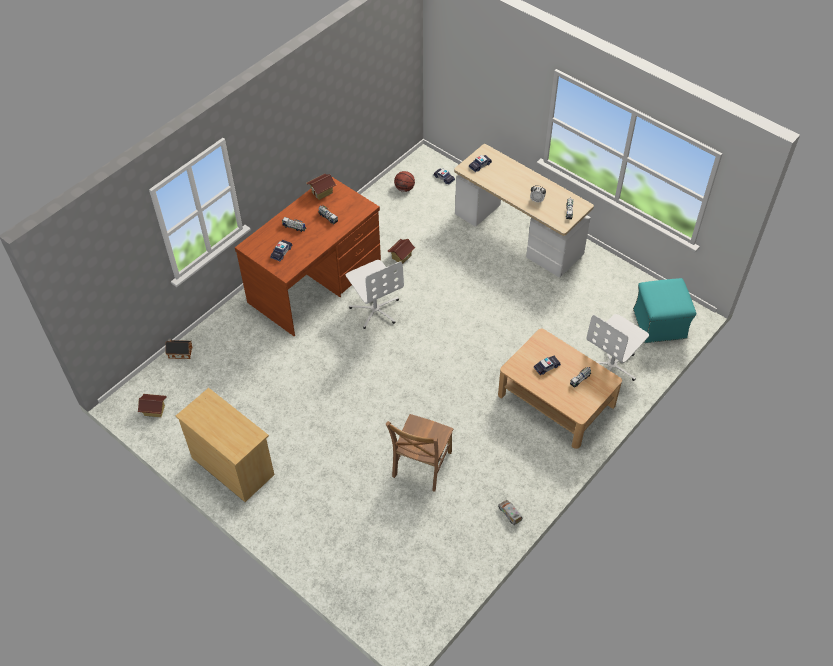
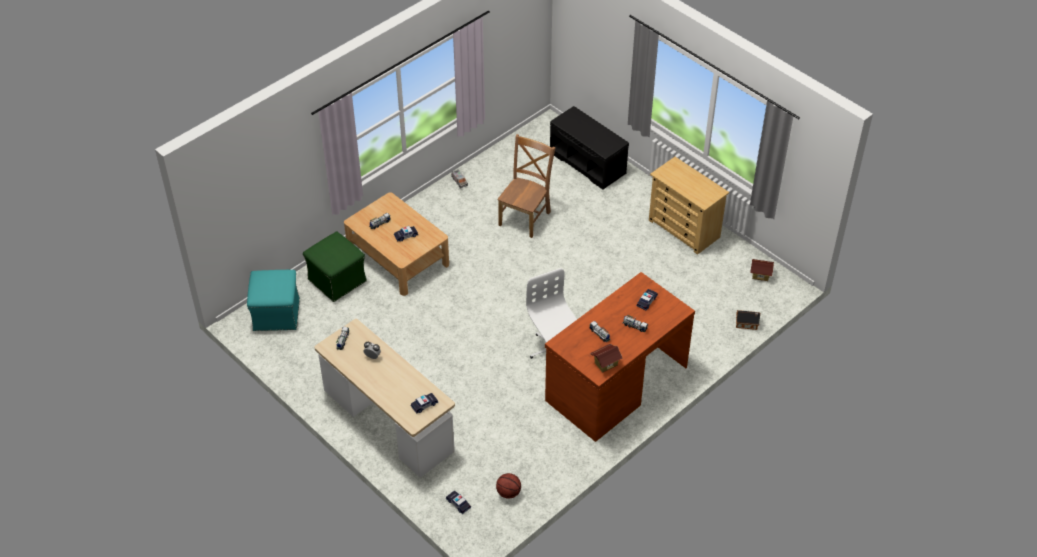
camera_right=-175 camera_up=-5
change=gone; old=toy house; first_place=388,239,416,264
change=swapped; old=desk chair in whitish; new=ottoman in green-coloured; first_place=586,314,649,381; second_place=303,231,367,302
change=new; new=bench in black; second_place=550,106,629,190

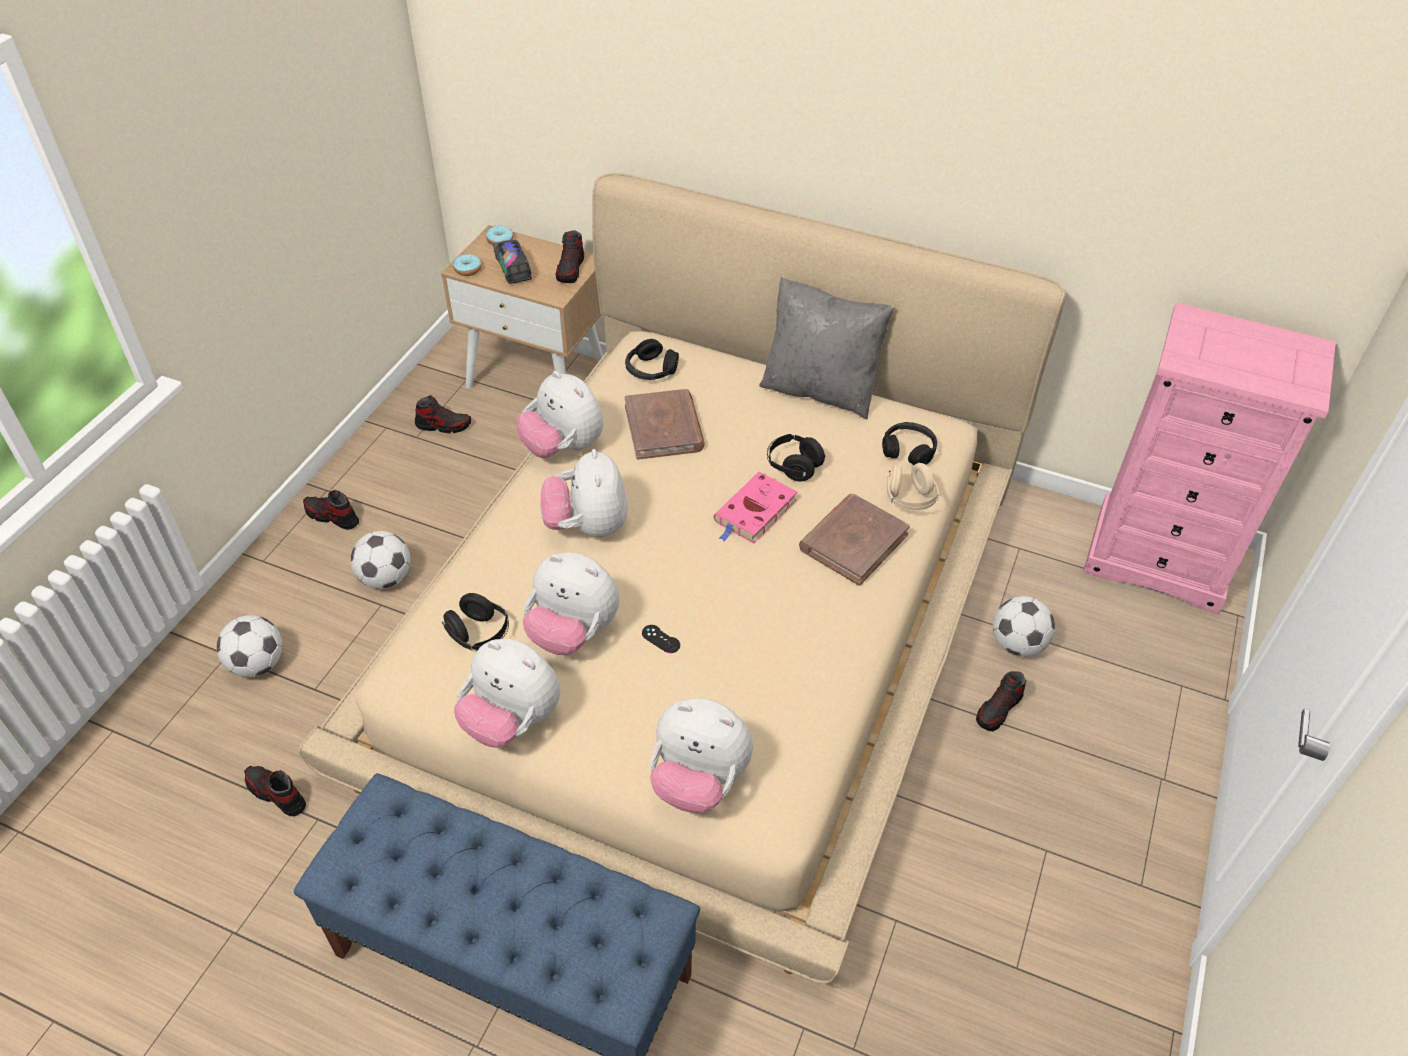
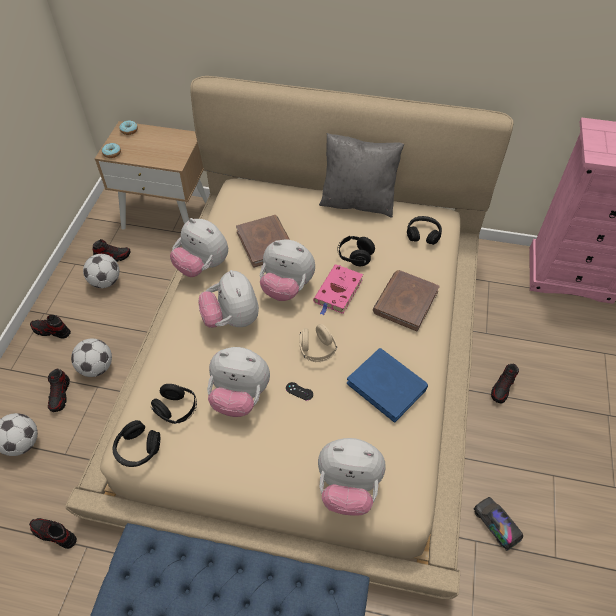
camera_right=-10 camera_up=5
change=shifted; old=soft toy; first_place=454,639,560,748; second_place=260,240,315,301
change=shifted; old=toy lorry; first_place=493,240,532,284; second_place=474,497,523,551
change=shifted; old=low shoe; first_place=556,230,584,283; second_place=48,369,70,412
change=shifted; old=headphones in black; first_place=625,339,679,380; second_place=113,420,160,467
change=shifted; old=headphones in beige-coloured; first_place=887,463,939,511; second_place=300,324,337,362
change=shifted; old=ball for football; first_place=993,596,1055,656; second_place=83,254,119,288
change=new; new=bound book in blue; second_place=347,348,428,423

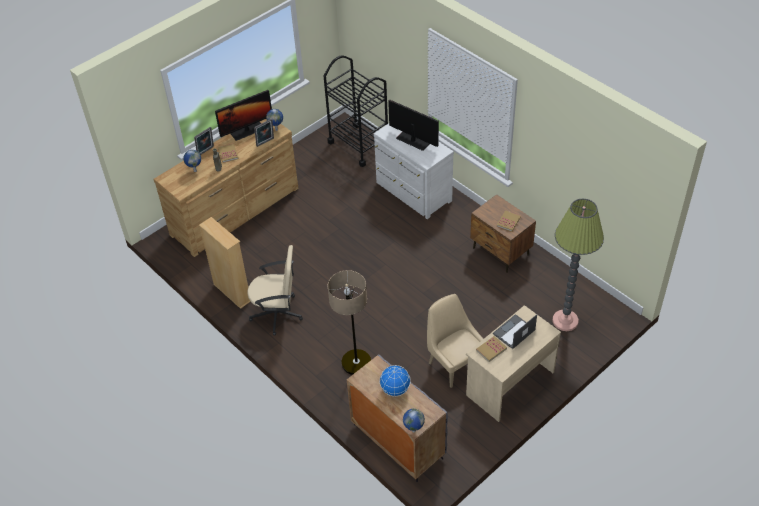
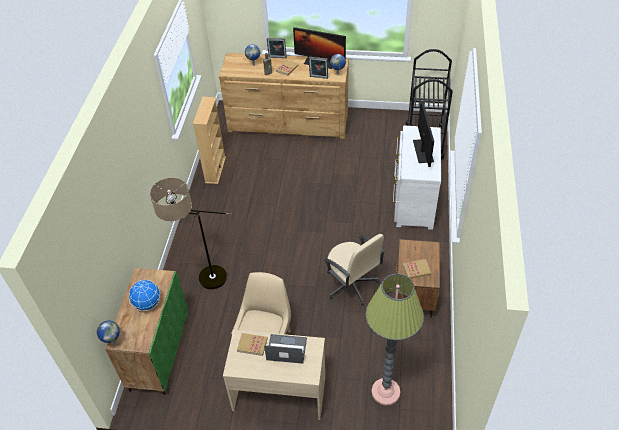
camera_right=50 camera_up=0
change=shifted; old=desk chair in beige-coloured; first_place=247,245,303,335; second_place=324,234,385,305
change=repainted; old=storage cabinet in greyish; new=storage cabinet in green-coloured; first_place=347,354,448,482; second_place=105,268,188,395

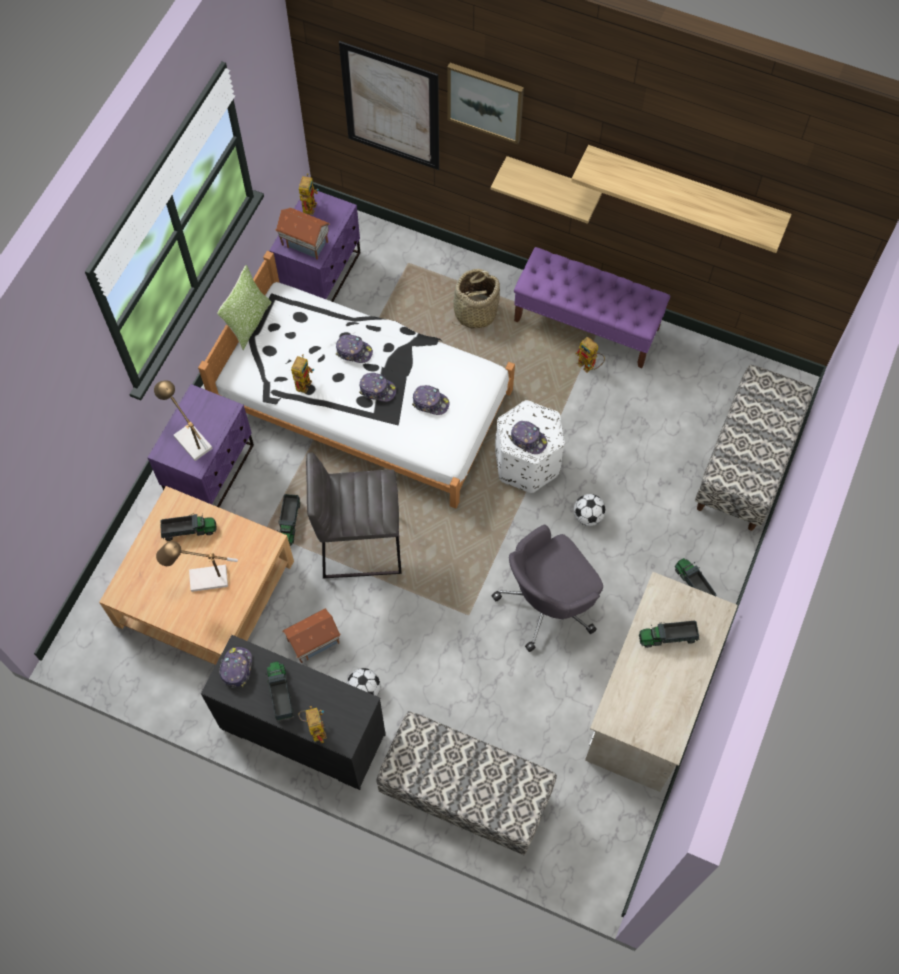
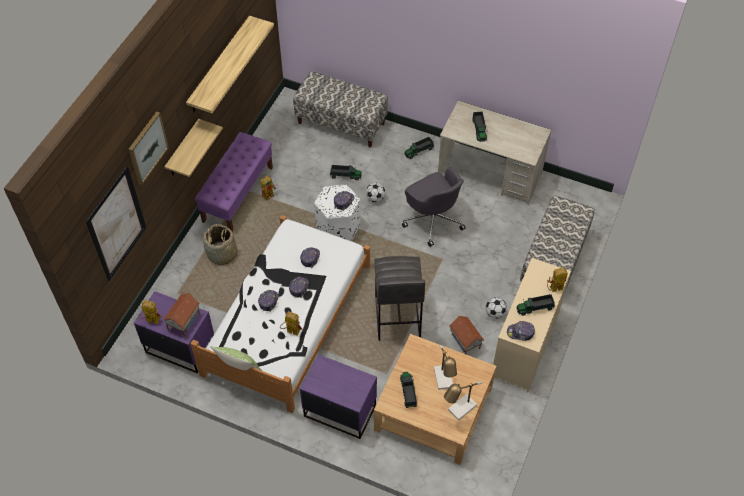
camera_right=-90 camera_up=-10
change=shifted; old=lamp for a table; first_place=154,380,213,461; second_place=444,382,482,421
change=repainted; old=drawer chest in black; new=drawer chest in beige-coloured; first_place=201,635,386,790; second_place=493,258,571,392
change=shifted; old=toy lorry; first_place=277,494,300,546; second_place=330,165,361,180

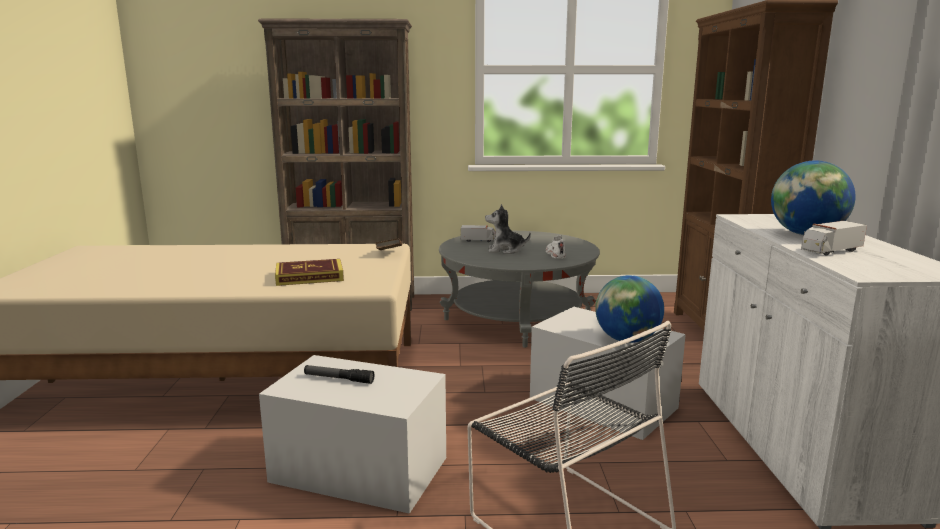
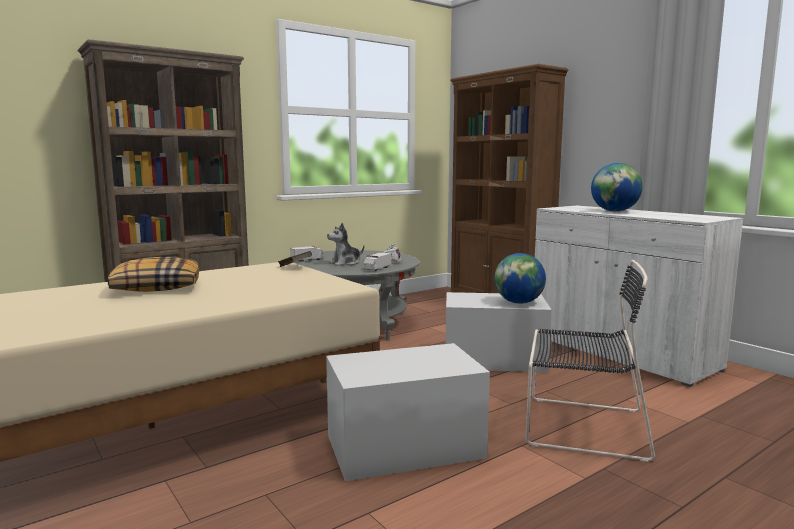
camera_right=-35 camera_up=-5
change=gone; old=bound book; first_place=275,259,344,286
change=gone; old=flashlight; first_place=304,365,374,384
change=shifted; old=toy lorry; first_place=801,221,867,256; second_place=363,252,391,271
change=new; new=throw pillow; second_place=108,257,199,292

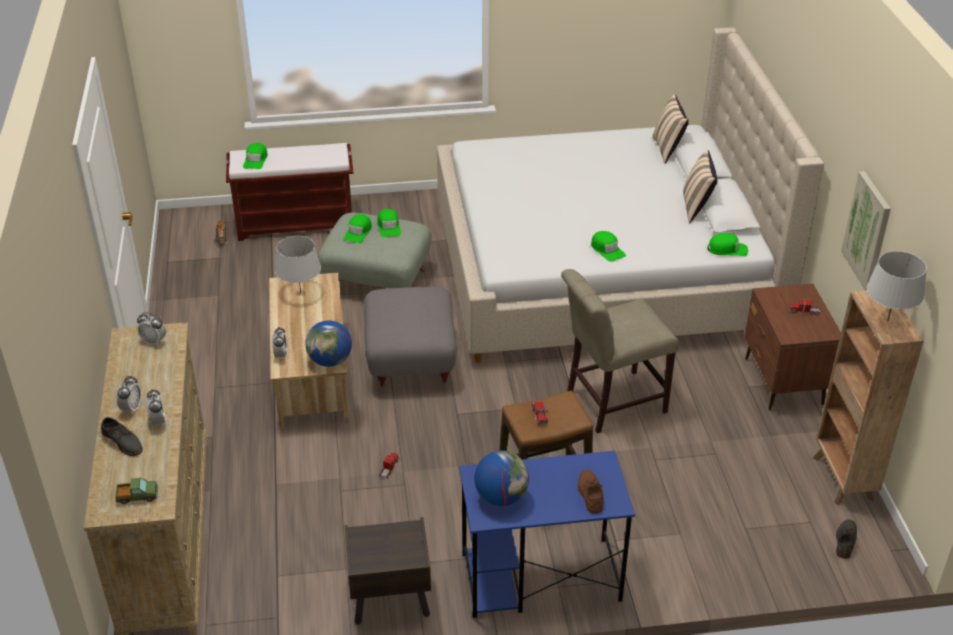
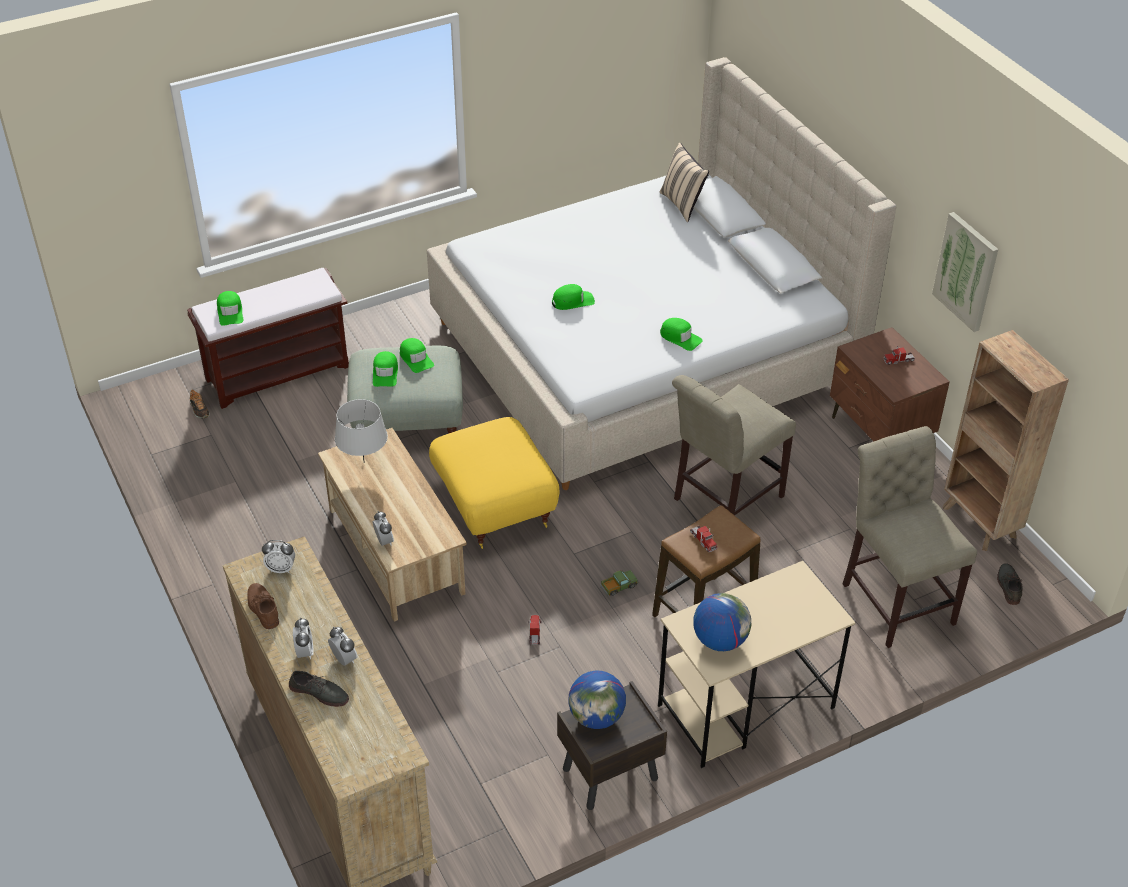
camera_right=-20 camera_up=5
change=shifted; old=toy lorry; first_place=115,478,158,504; second_place=600,570,638,596
change=shifted; old=desk globe; first_place=306,320,352,367; second_place=568,670,626,729
change=repainted; old=ottoman in greyish; new=ottoman in yellow-coloured; first_place=364,287,457,391; second_place=429,417,559,549
change=repainted; old=desk in blue; new=desk in beige-coloured; first_place=459,451,635,618; second_place=658,561,855,768
change=shifted; old=low shoe in brown; first_place=578,470,604,514; second_place=247,583,279,629
change=gone; old=throw pillow in beige-coloured; first_place=683,150,717,224
change=shifted; old=baseball cap in green-coloured; first_place=708,233,748,256; second_place=552,284,595,310
change=gone; old=lamp for a table in greyish; first_place=866,251,927,321
change=new; new=plain chair in beige-coloured; second_place=843,426,977,648

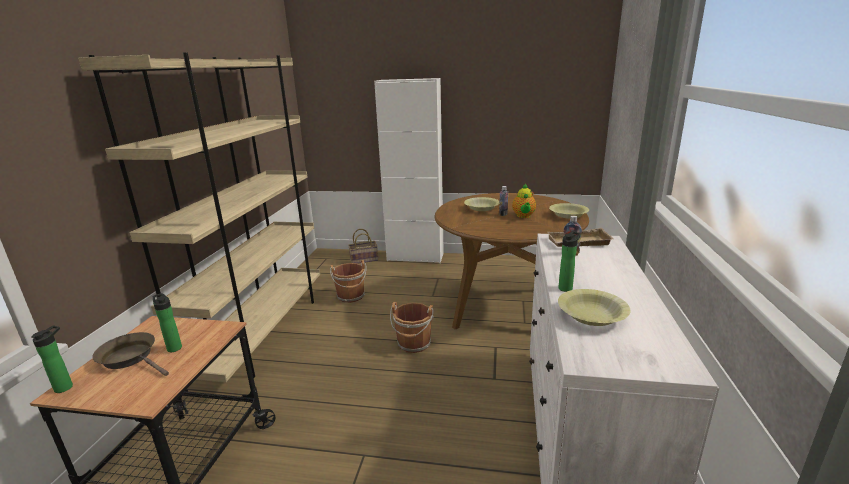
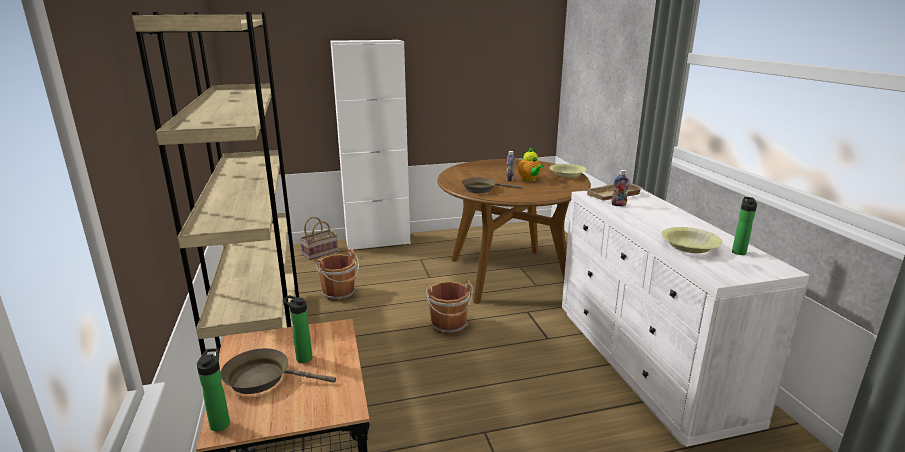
camera_right=-25 camera_up=0
change=gone; old=bowl in yellow-coloured; first_place=464,197,500,211
change=shifted; old=bottle; first_place=558,231,581,292; second_place=732,197,757,255
change=new; new=frying pan in brown; second_place=462,177,523,193

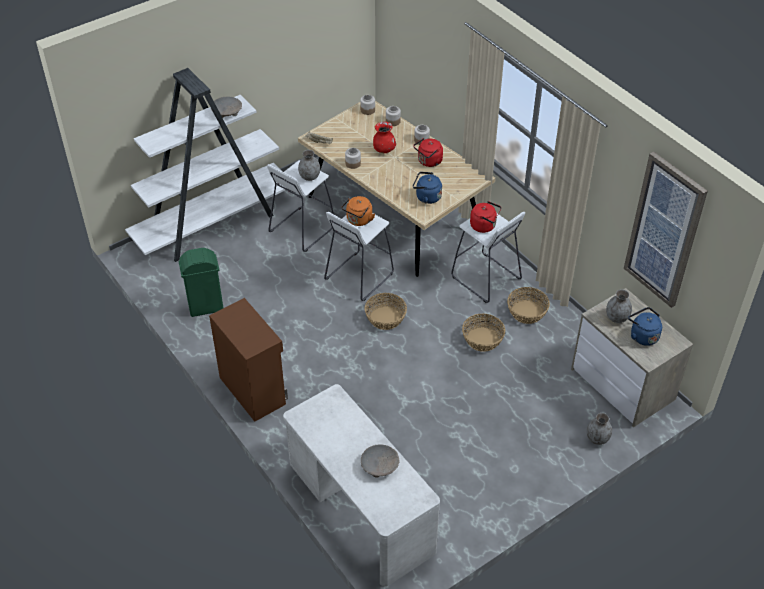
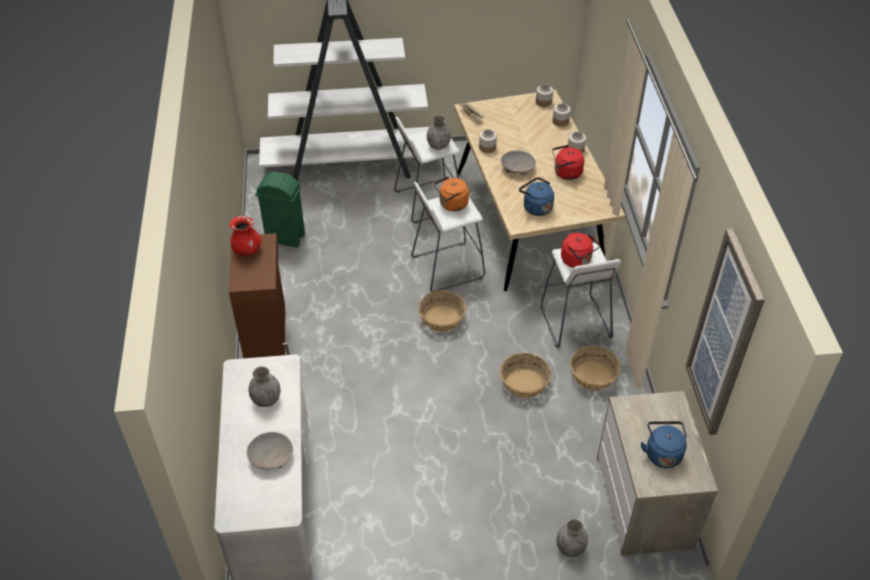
camera_right=30 camera_up=0
change=shifted; old=bowl in beige-coloured; first_place=211,97,242,118; second_place=501,150,536,176
change=shifted; old=decorative vase in red; first_place=373,122,396,153; second_place=230,216,261,256
change=shifted; old=decorative vase in greyish; first_place=606,289,632,323; second_place=249,366,280,407

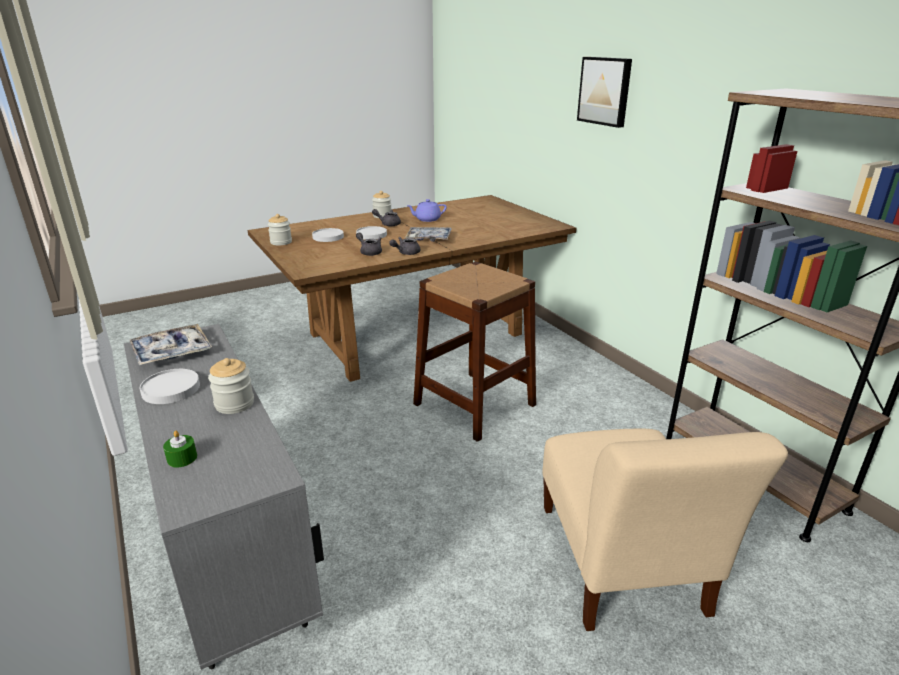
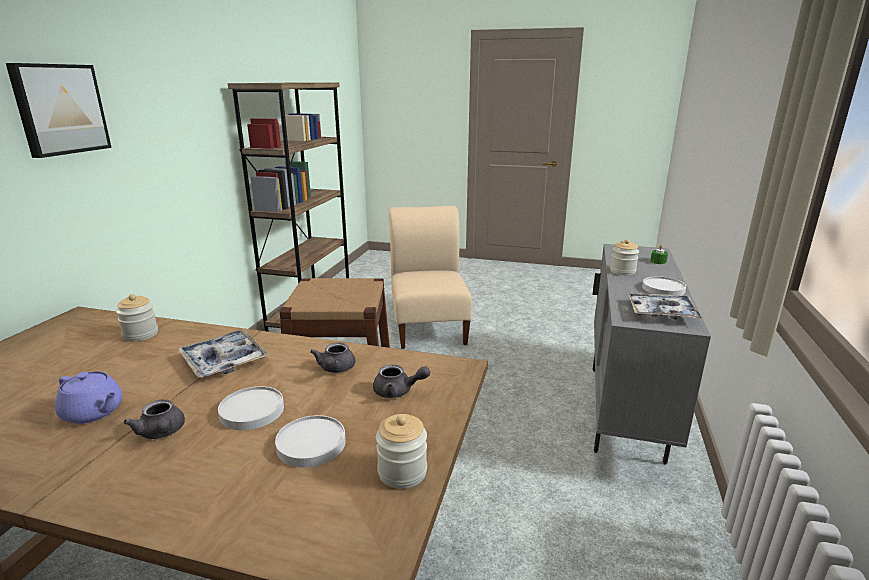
camera_right=-135 camera_up=-5
change=shifted; old=jar; first_place=372,191,391,218; second_place=116,294,158,341
change=shifted; old=teapot in greyish; first_place=389,237,420,255; second_place=373,364,430,398
change=rotated; old=plain chair in beige-coloured; first_place=542,428,788,631; second_place=389,206,472,349; degrees=-45

